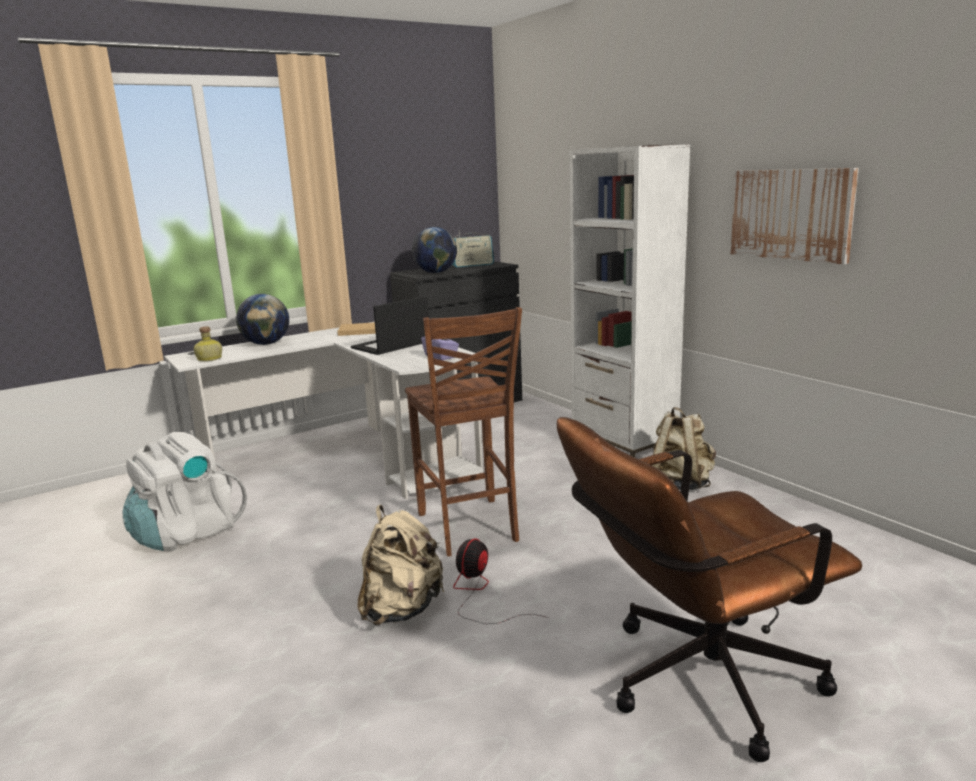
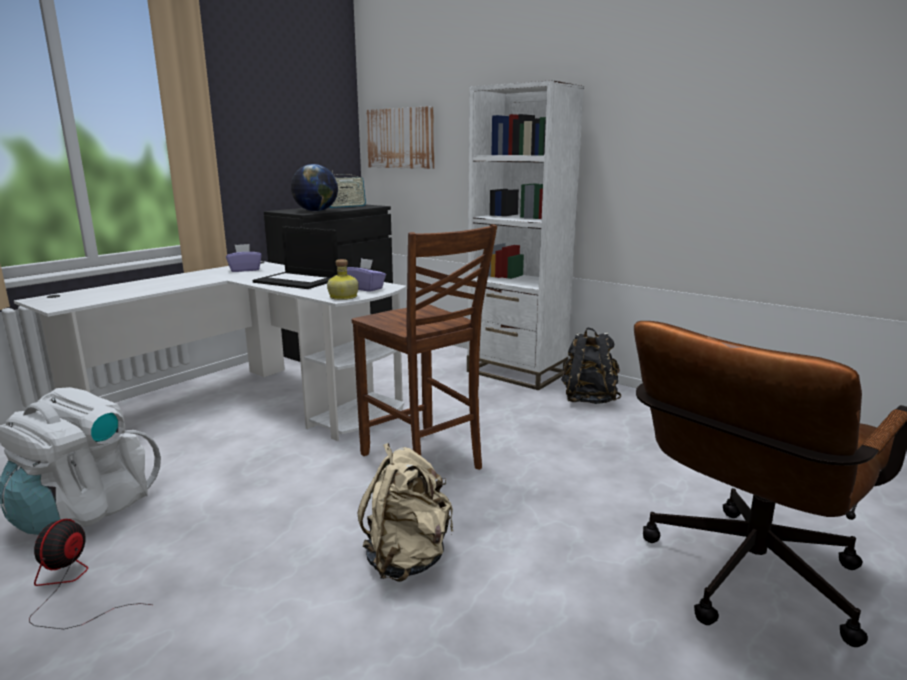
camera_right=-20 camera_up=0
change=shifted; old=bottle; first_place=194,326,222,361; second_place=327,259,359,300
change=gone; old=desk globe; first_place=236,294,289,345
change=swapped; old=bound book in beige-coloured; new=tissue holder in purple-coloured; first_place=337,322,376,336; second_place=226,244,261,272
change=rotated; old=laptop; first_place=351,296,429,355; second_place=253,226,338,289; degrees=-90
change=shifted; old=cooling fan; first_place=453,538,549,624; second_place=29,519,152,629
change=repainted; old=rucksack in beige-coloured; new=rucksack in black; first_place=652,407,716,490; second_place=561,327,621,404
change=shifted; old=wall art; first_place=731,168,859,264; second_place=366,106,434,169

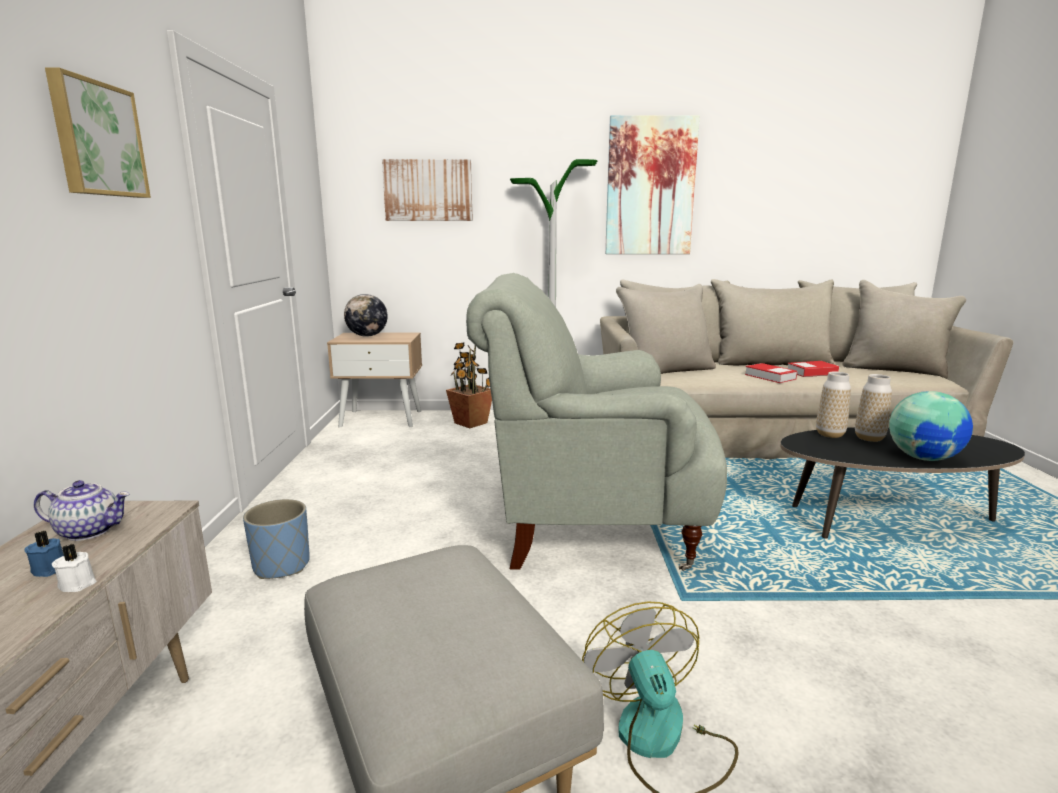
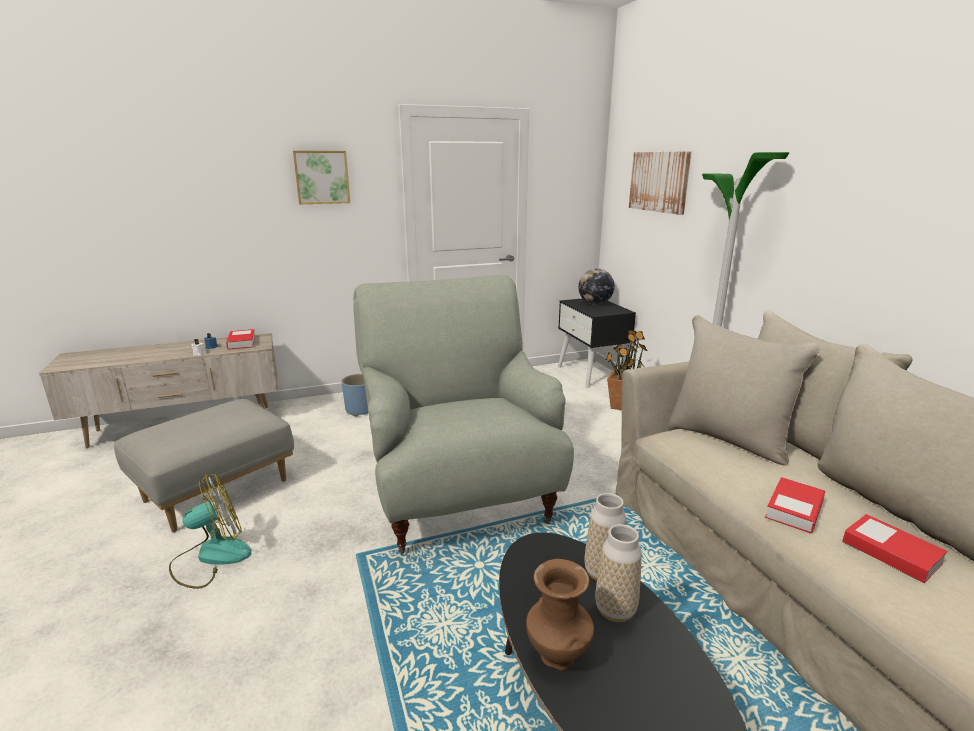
camera_right=70 camera_up=5
change=swapped; old=teapot; new=bound book; first_place=34,480,129,541; second_place=226,329,256,350
change=repainted; old=bedside table in beige-coloured; new=bedside table in black; first_place=327,333,422,427; second_place=558,298,636,388
change=gone; old=wall art; first_place=605,115,700,254
change=swapped; old=desk globe; new=decorative vase in brown; first_place=889,391,973,461; second_place=526,559,594,670

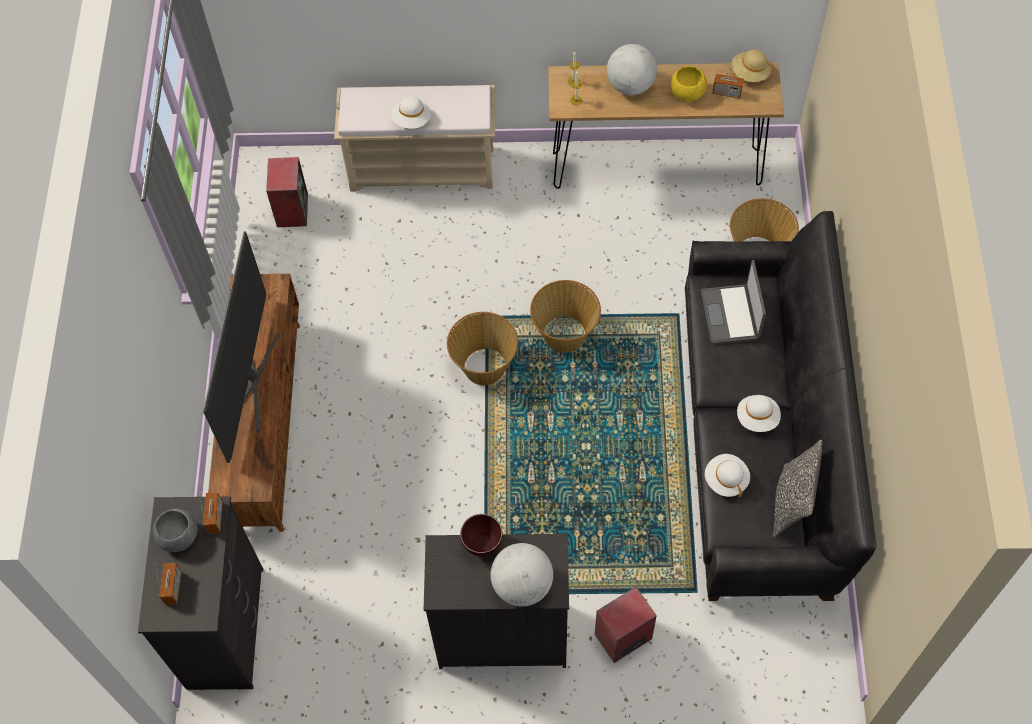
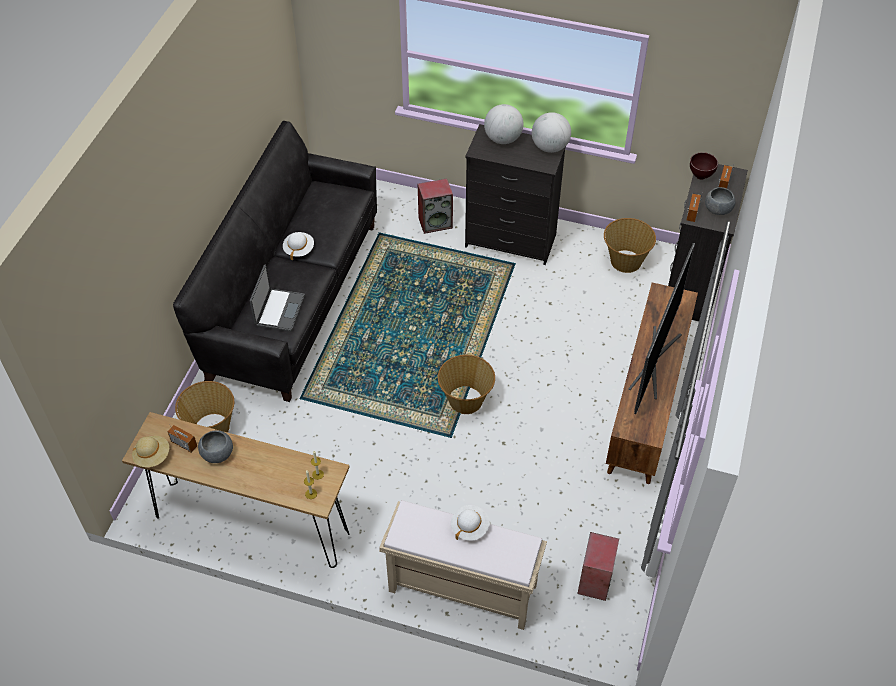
camera_right=-165 camera_up=-10
change=shifted; old=bowl in brown; first_place=460,514,502,556; second_place=690,152,718,179
change=shifted; old=household basket; first_place=530,280,601,353; second_place=604,218,656,273
change=shifted; old=desk globe; first_place=607,44,657,95; second_place=532,112,571,153
change=repainted; old=bowl in yellow-coloured; new=bowl in greyish; first_place=671,66,707,101; second_place=198,430,233,463
change=gone; old=wearable hat in whitish; first_place=705,454,750,498
change=gone; old=throw pillow; first_place=773,440,822,538

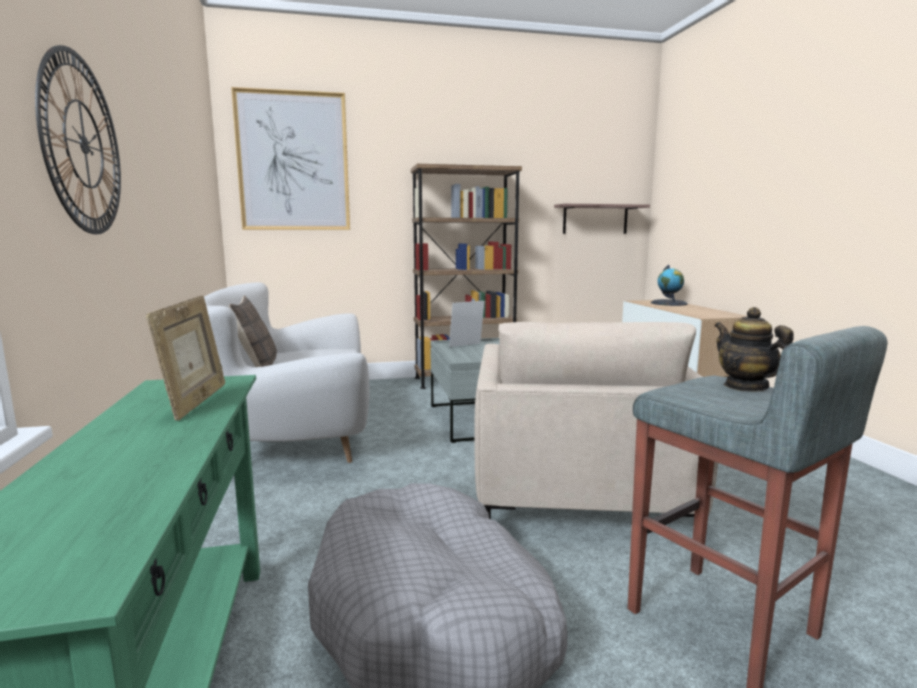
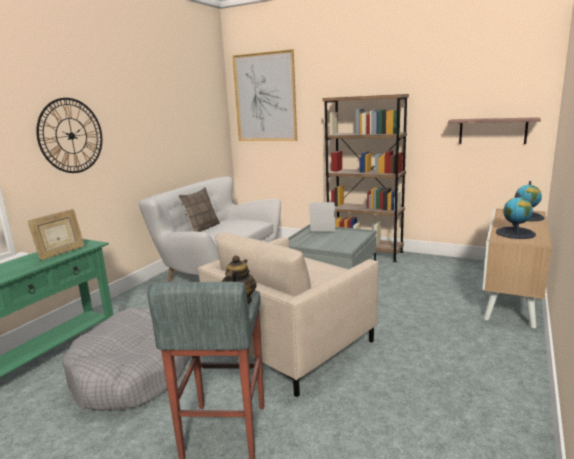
camera_right=40 camera_up=5
change=new; new=desk globe; second_place=496,193,536,239

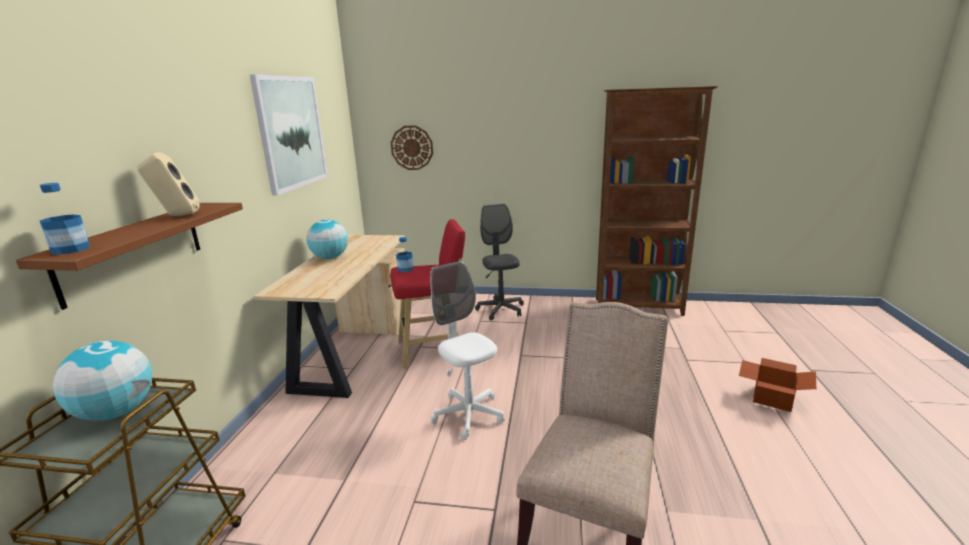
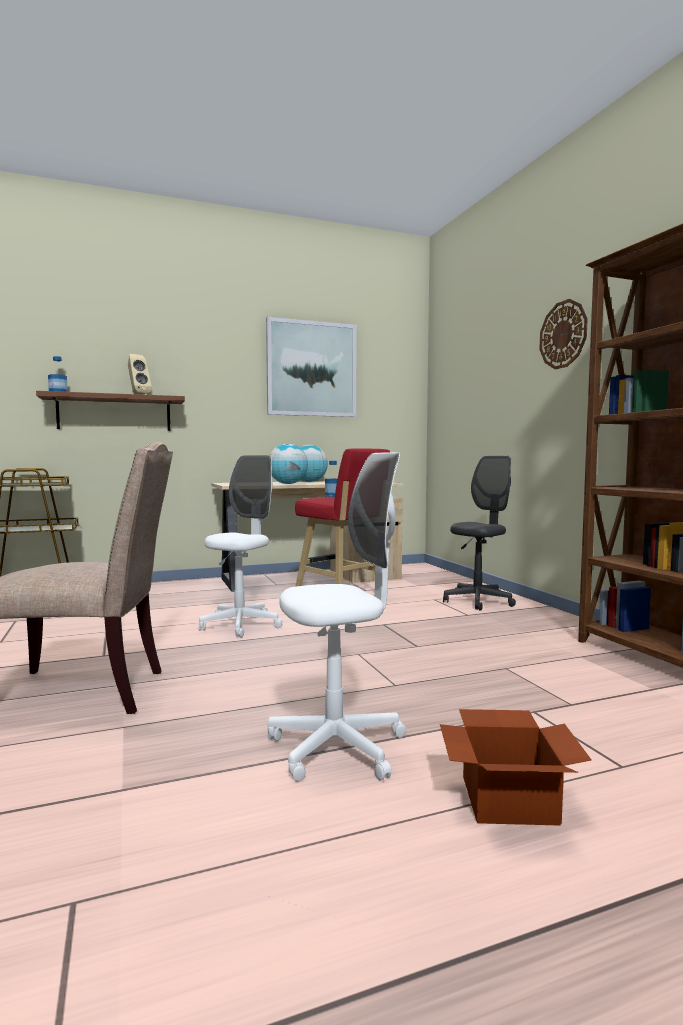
camera_right=60 camera_up=-15
change=shifted; old=desk globe; first_place=53,341,152,421; second_place=270,443,308,484
change=shifted; old=wall clock; first_place=391,125,433,170; second_place=539,299,588,369
change=new; new=desk chair in whitish; second_place=268,452,406,782

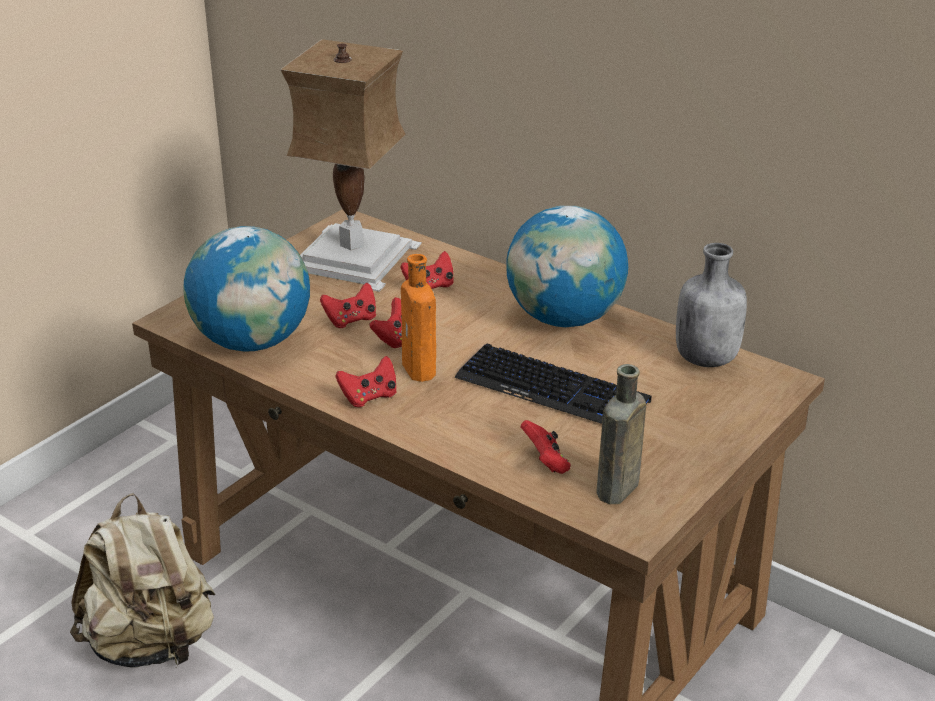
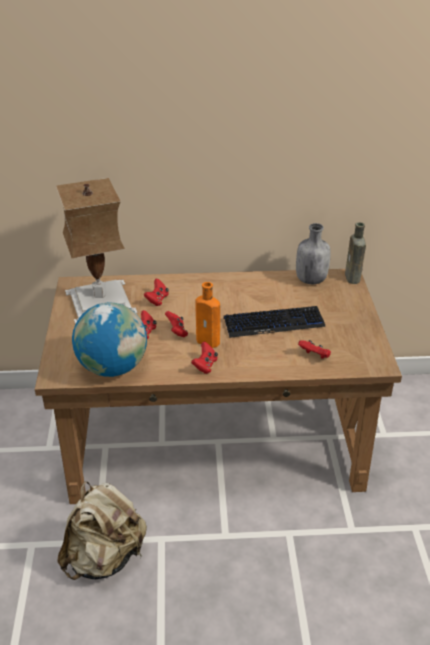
camera_right=-40 camera_up=5
change=gone; old=desk globe; first_place=506,206,628,327
change=shifted; old=bottle in brown; first_place=596,364,646,504; second_place=345,222,366,284

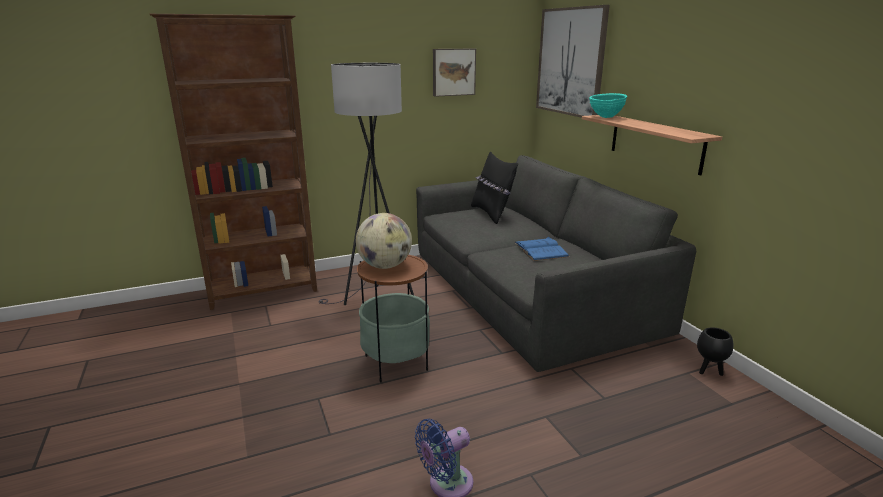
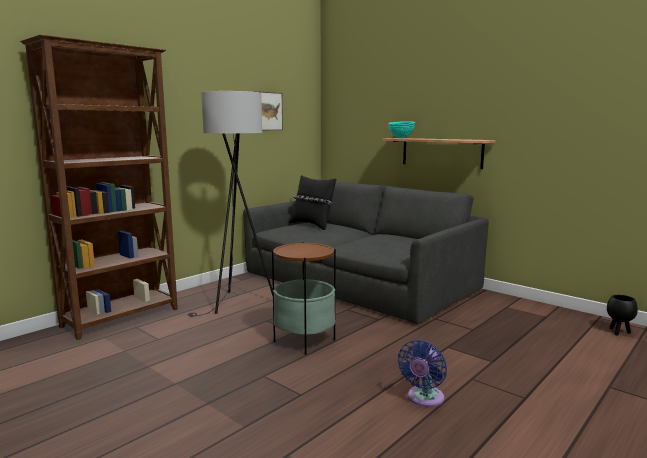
camera_right=-25 camera_up=-10
change=gone; old=desk globe; first_place=356,213,412,269
change=gone; old=bound book in blue; first_place=514,237,569,261
change=gone; old=wall art; first_place=536,5,610,118
change=shifted; old=plant pot in black; first_place=697,327,733,376; second_place=607,295,638,336

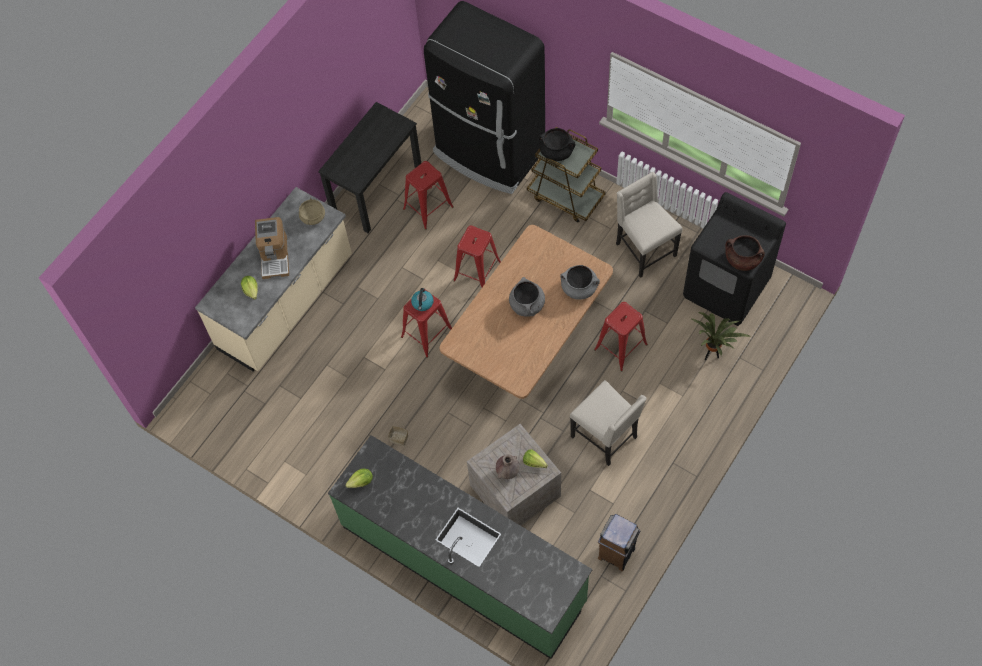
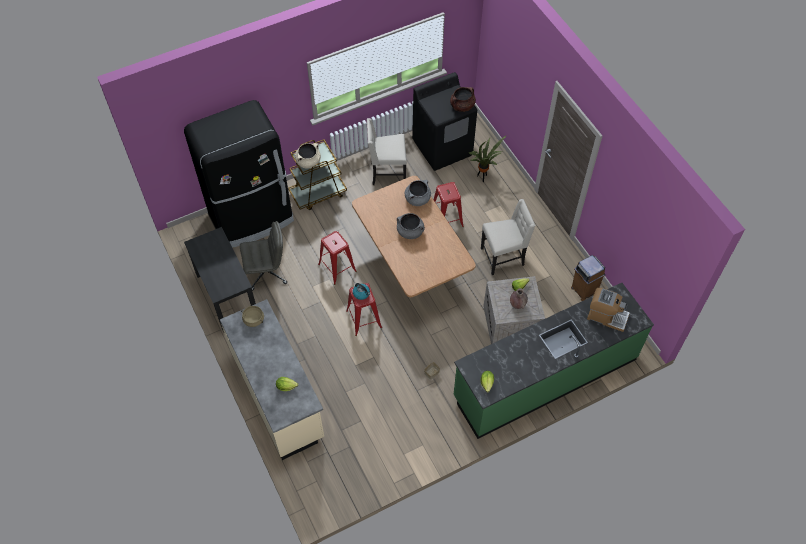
camera_right=-65 camera_up=-5
change=shifted; old=coffee maker; first_place=255,217,289,279; second_place=587,288,630,332
change=swapped; old=stool in red; new=desk chair in greyish; first_place=403,161,454,230; second_place=240,221,287,291
change=repainted; old=saucepot in black; new=saucepot in beige-coloured; first_place=539,128,575,161; second_place=295,143,321,169

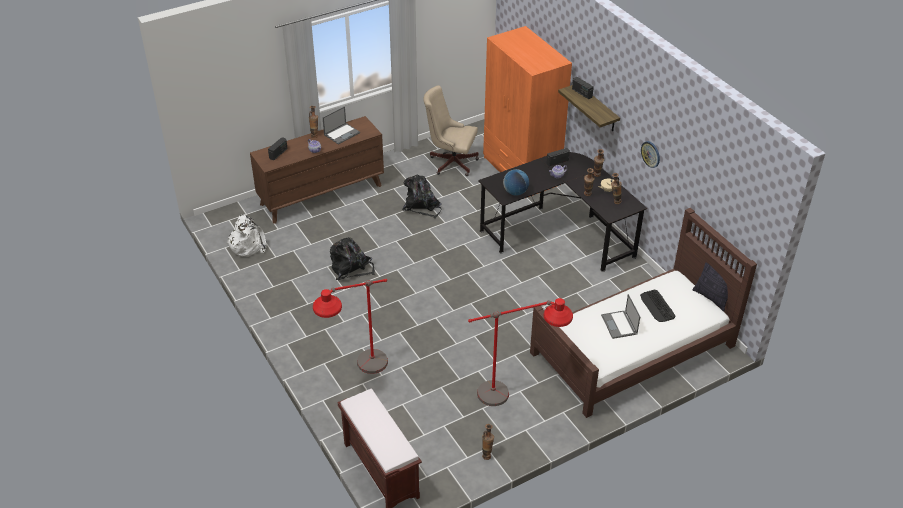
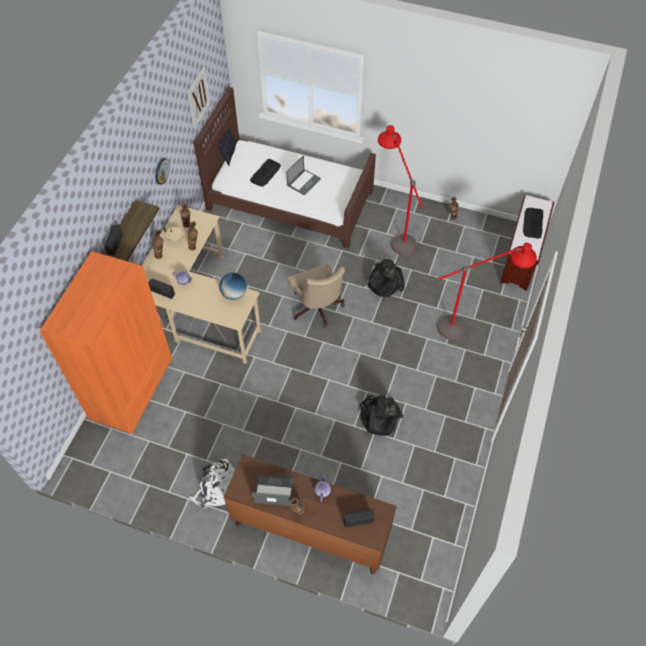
camera_right=-130 camera_up=15
change=shifted; old=rucksack in whitish; first_place=226,215,266,257; second_place=190,459,235,508
change=shifted; old=rucksack in black; first_place=402,175,442,219; second_place=366,259,405,297
change=shifted; old=desk chair in beige-coloured; first_place=423,85,479,176; second_place=287,263,345,328
change=repainted; old=desk in black; new=desk in beige-coloured; first_place=478,152,647,272; second_place=142,205,262,364
change=new; new=wall art; second_place=188,67,211,128
change=new; new=keyboard; second_place=523,208,543,239

